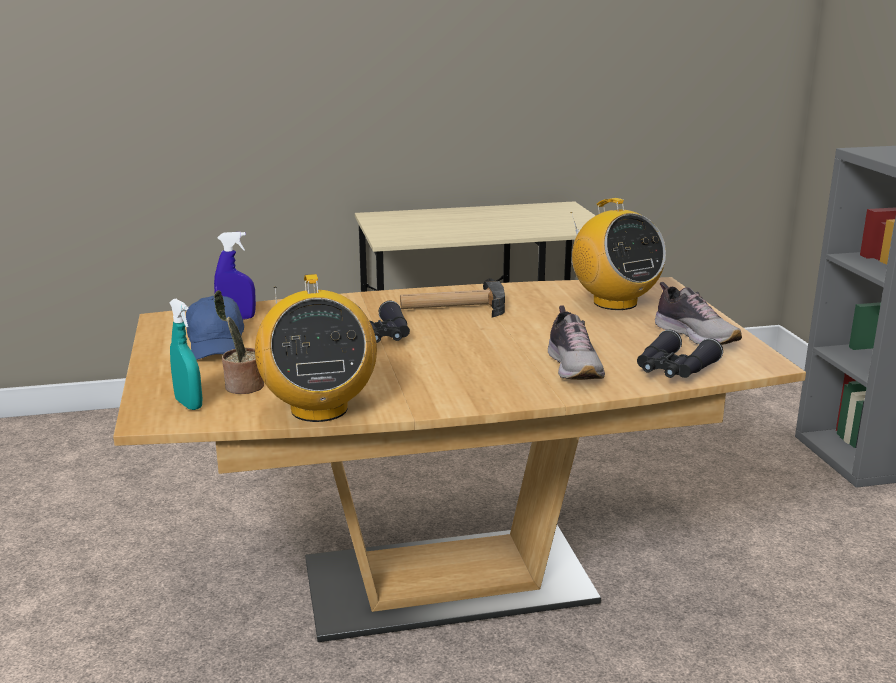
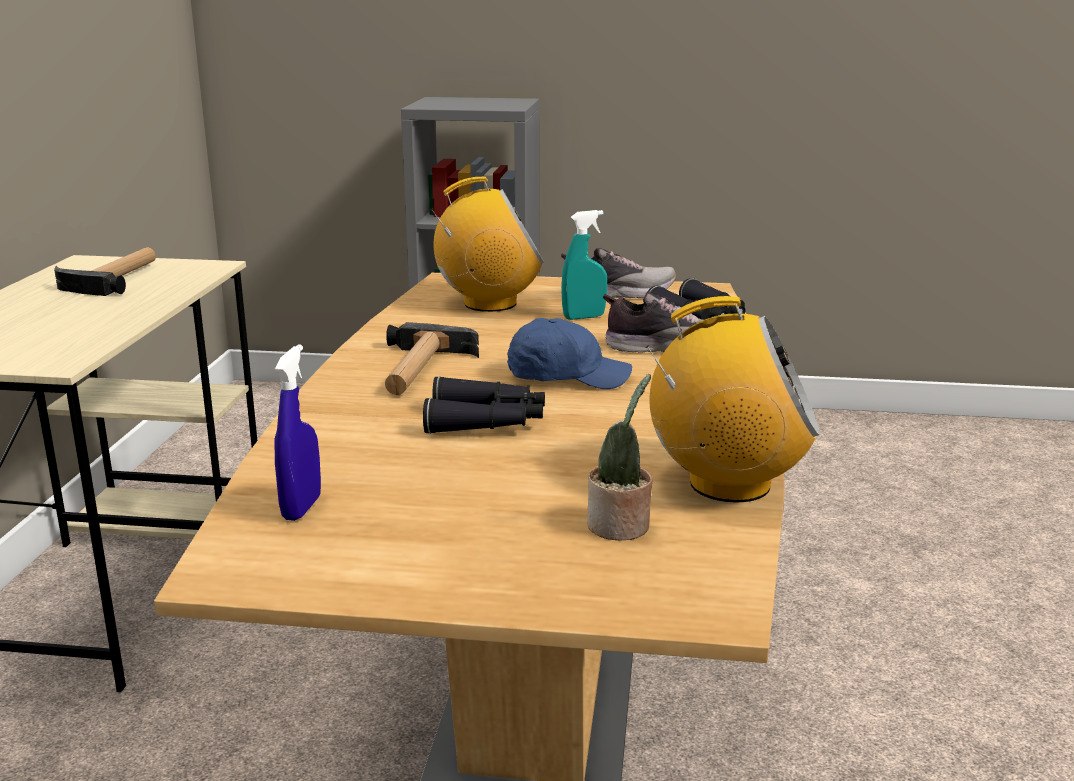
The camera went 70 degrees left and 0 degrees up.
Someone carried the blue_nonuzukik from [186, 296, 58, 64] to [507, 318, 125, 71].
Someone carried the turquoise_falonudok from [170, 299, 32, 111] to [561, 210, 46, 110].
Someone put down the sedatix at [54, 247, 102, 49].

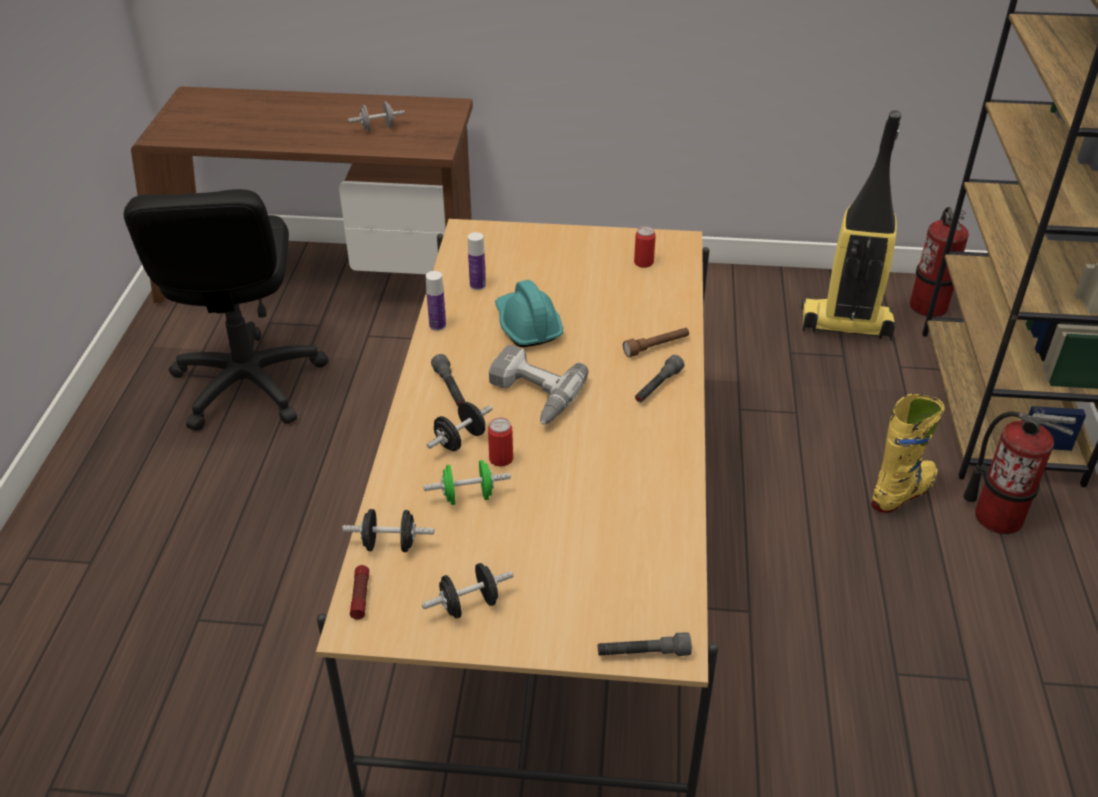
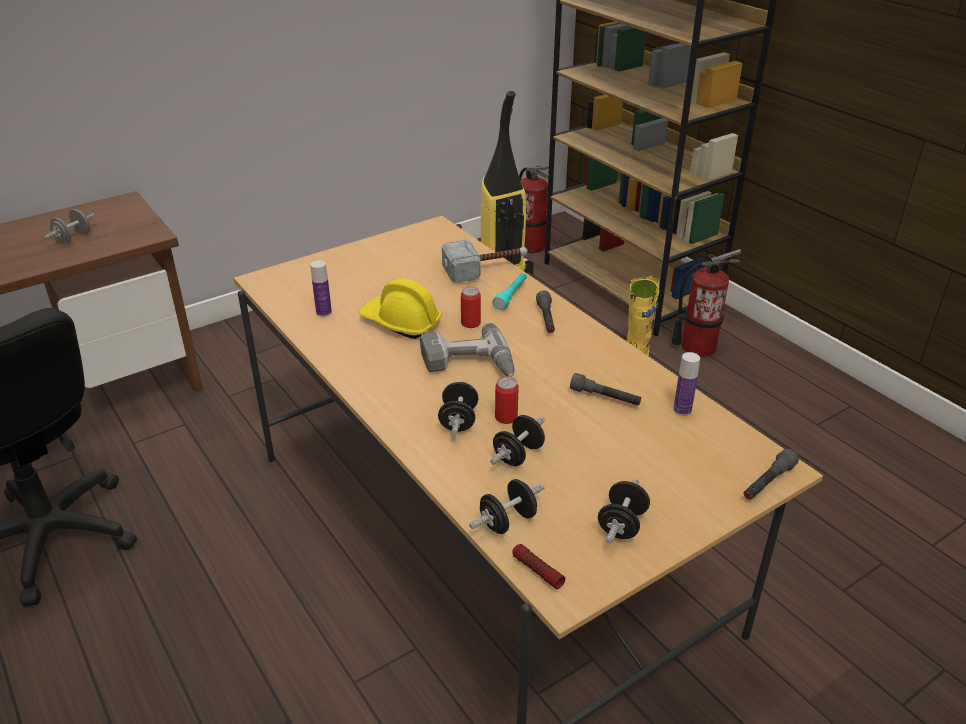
The camera went 40 degrees left and 5 degrees down.
Someone carried the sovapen from [634, 226, 22, 42] to [461, 286, 20, 42].
Someone carried the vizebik from [426, 271, 20, 60] to [673, 352, 27, 64].
Someone repainted the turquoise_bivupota at [495, 280, 68, 67], which became the yellow_bivupota at [359, 278, 83, 61].
Someone repainted the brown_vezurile at [623, 328, 66, 29], which became the turquoise_vezurile at [493, 273, 34, 37].
Someone carried the grey_vezurile from [431, 354, 34, 52] to [570, 373, 71, 32].
Someone repainted the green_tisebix at [423, 460, 88, 45], which became the black_tisebix at [490, 415, 55, 51].
Someone put down the sedatix at [442, 240, 86, 42].

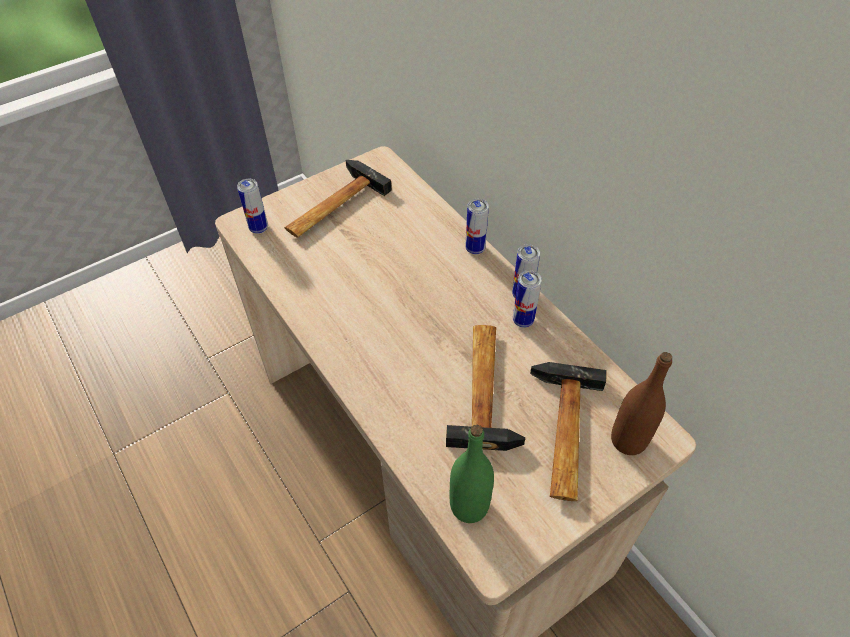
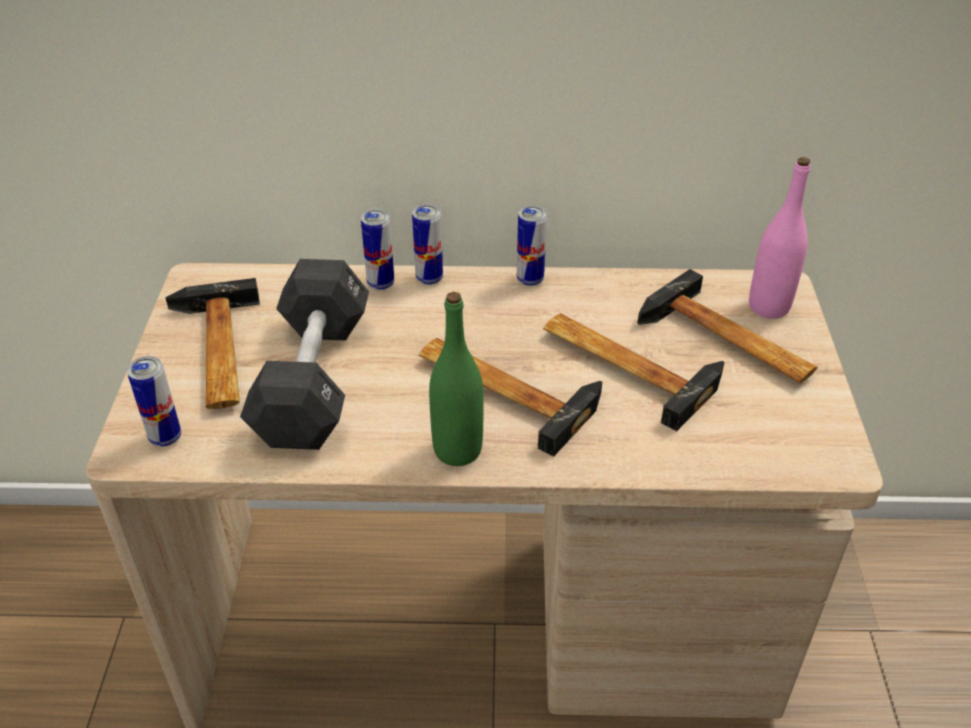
The camera went 55 degrees left and 10 degrees down.
Someone carried the sovapen from [513, 270, 29, 57] to [361, 209, 33, 81].
Someone repainted the brown_vizebik at [611, 352, 61, 103], which became the pink_vizebik at [749, 157, 61, 162].
Someone carried the green_vizebik from [450, 425, 44, 98] to [429, 292, 55, 174].
Someone put down the black_tisebix at [240, 259, 129, 191].
Someone put down the sedatix at [419, 338, 183, 119].

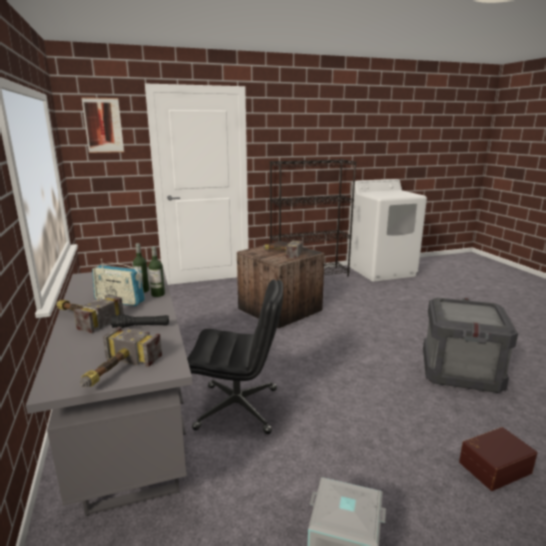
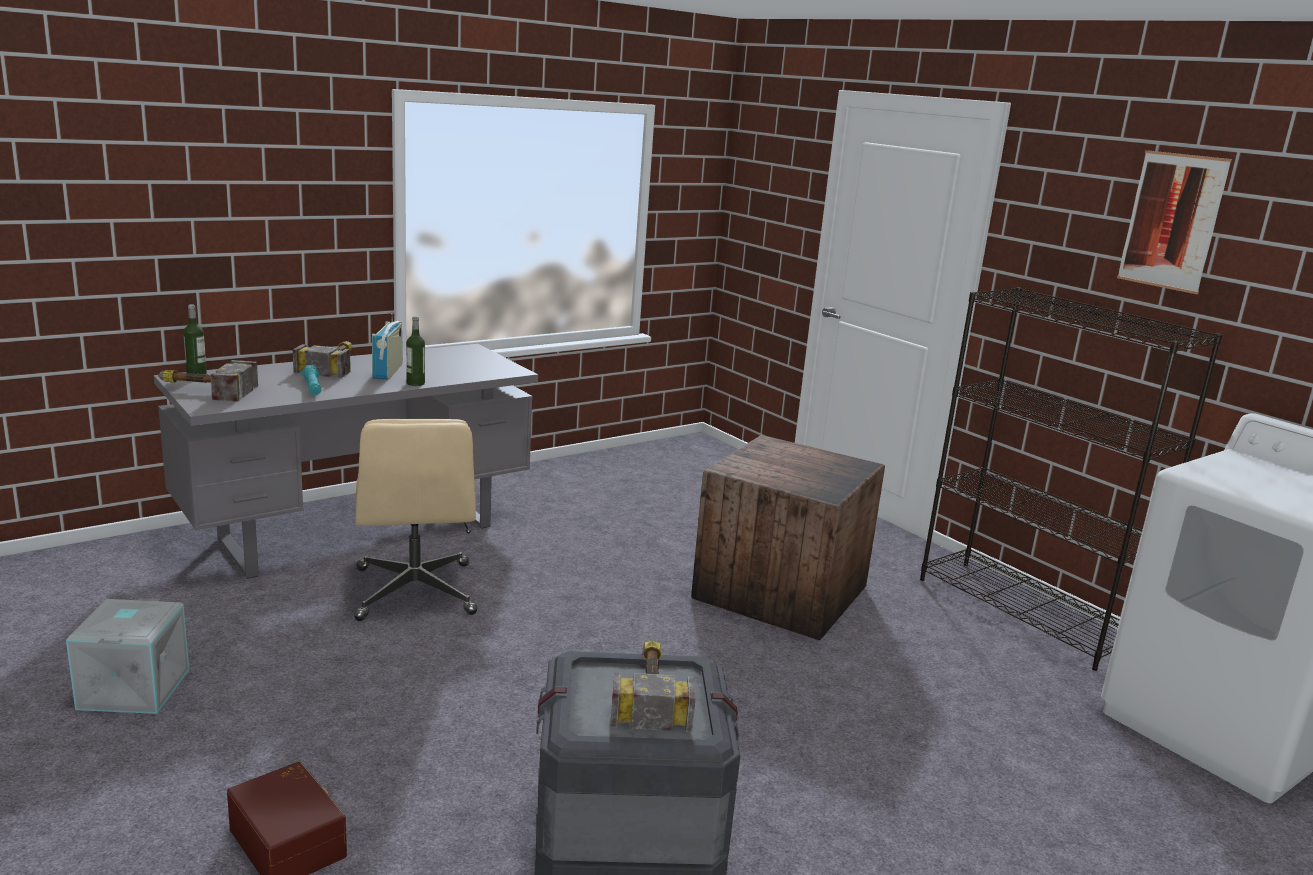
The camera went 70 degrees right and 0 degrees up.
Someone carried the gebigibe from [81, 97, 43, 56] to [1117, 150, 115, 144].
Someone carried the sedatix from [263, 240, 40, 18] to [611, 640, 85, 92].
Someone carried the vizebik from [133, 243, 16, 50] to [183, 304, 24, 70].
Someone repainted the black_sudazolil at [187, 280, 96, 154], which became the beige_sudazolil at [354, 419, 123, 202].
Someone repainted the black_vezurile at [111, 314, 58, 14], which became the turquoise_vezurile at [302, 365, 19, 30].

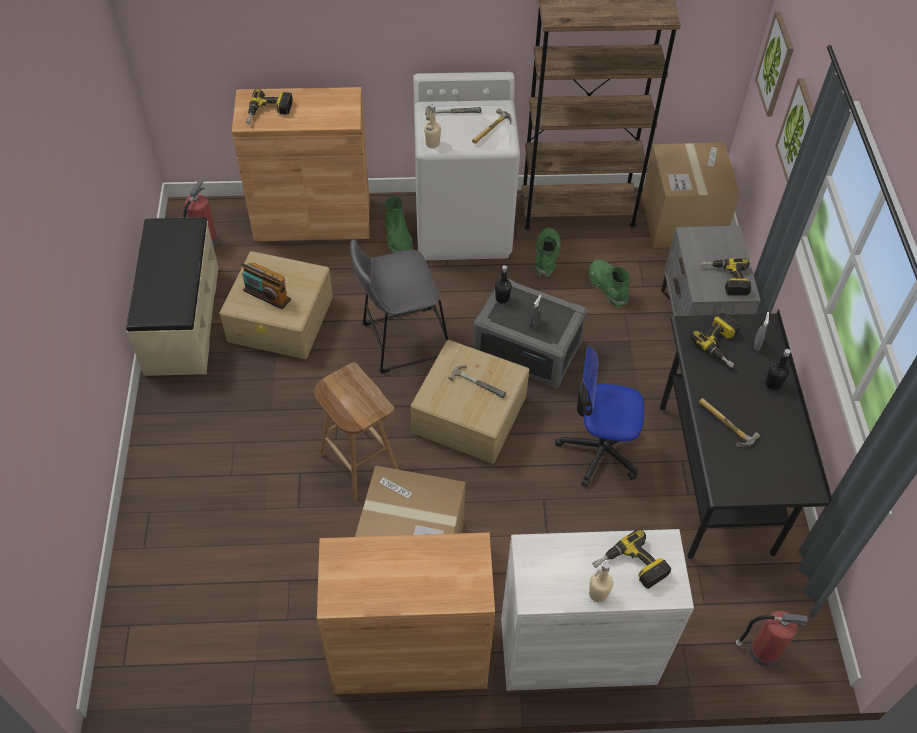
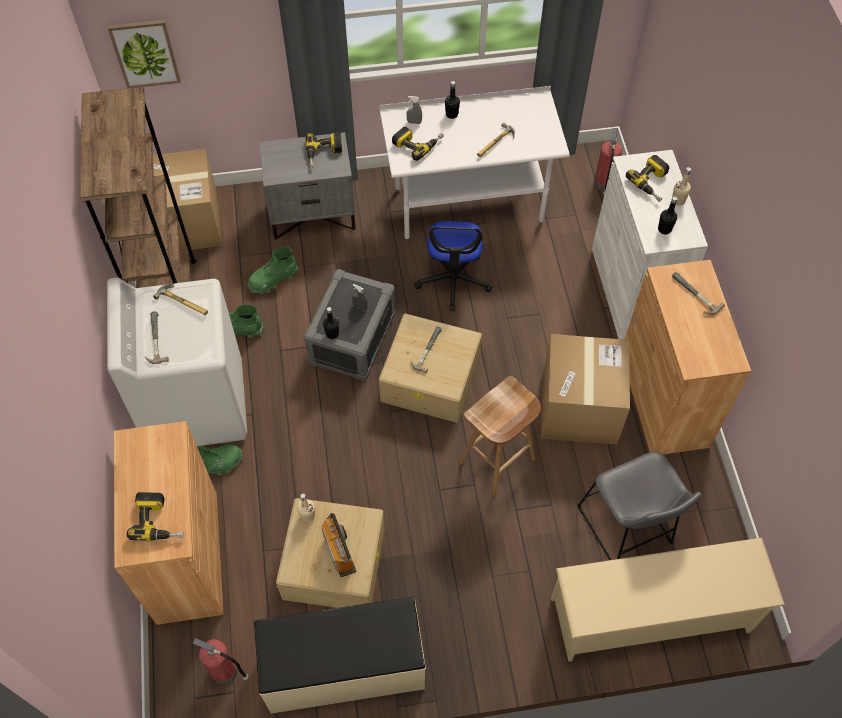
The camera went 95 degrees left and 5 degrees up.
Someone took away the gebigibe at [775, 78, 39, 104].
Someone carried the beige_vizebik from [424, 104, 17, 44] to [297, 493, 18, 29].
Someone carried the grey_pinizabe from [350, 239, 98, 134] to [577, 452, 125, 108].
Someone rotated the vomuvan at [240, 262, 51, 47] by 45 degrees counterclockwise.
Someone repainted the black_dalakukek at [660, 309, 172, 251], which became the white_dalakukek at [379, 86, 191, 155].
Someone put down the black_vizebik at [658, 196, 19, 38].
Someone put down the sedatix at [672, 272, 53, 43].
Someone put down the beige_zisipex at [551, 538, 234, 124].

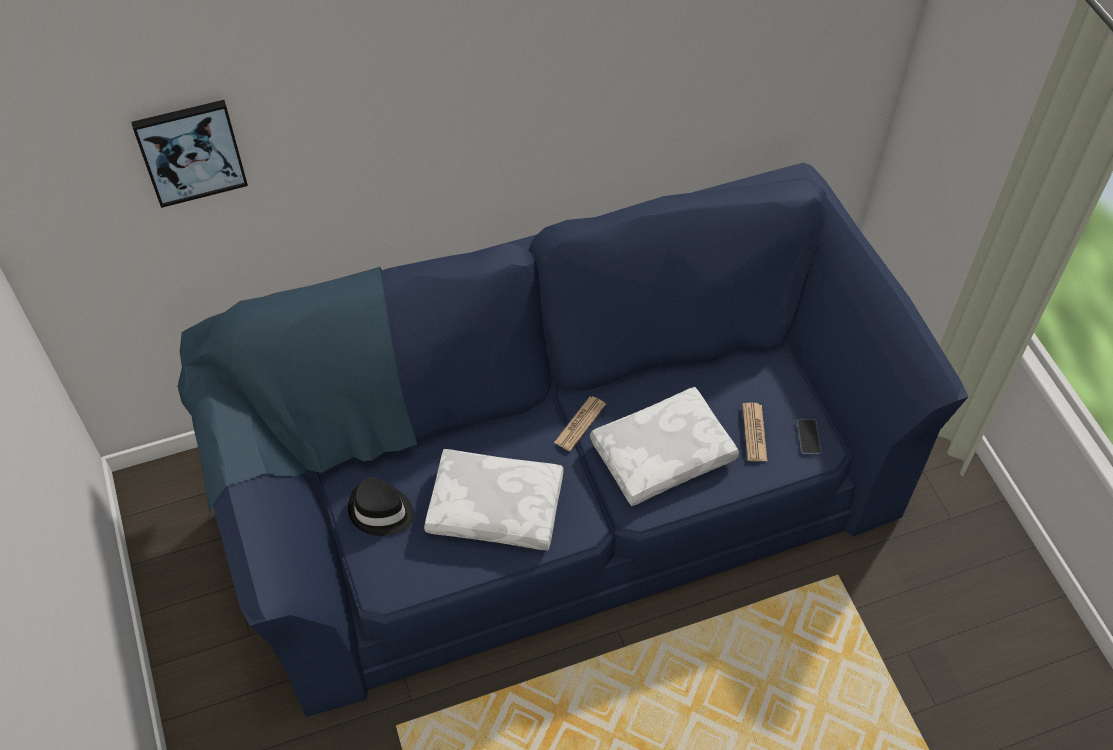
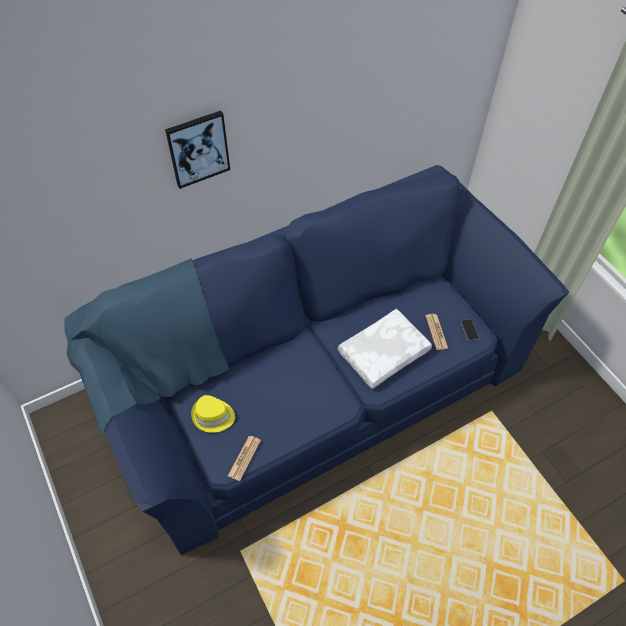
The camera went 10 degrees left and 0 degrees up.
Someone carried the gebigibe from [131, 100, 117, 108] to [165, 111, 65, 78].
Someone carried the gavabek from [554, 396, 52, 55] to [228, 436, 33, 45].
Someone took away the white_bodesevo at [424, 449, 140, 101].
Someone repainted the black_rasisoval at [348, 477, 66, 59], which became the yellow_rasisoval at [191, 395, 44, 38].

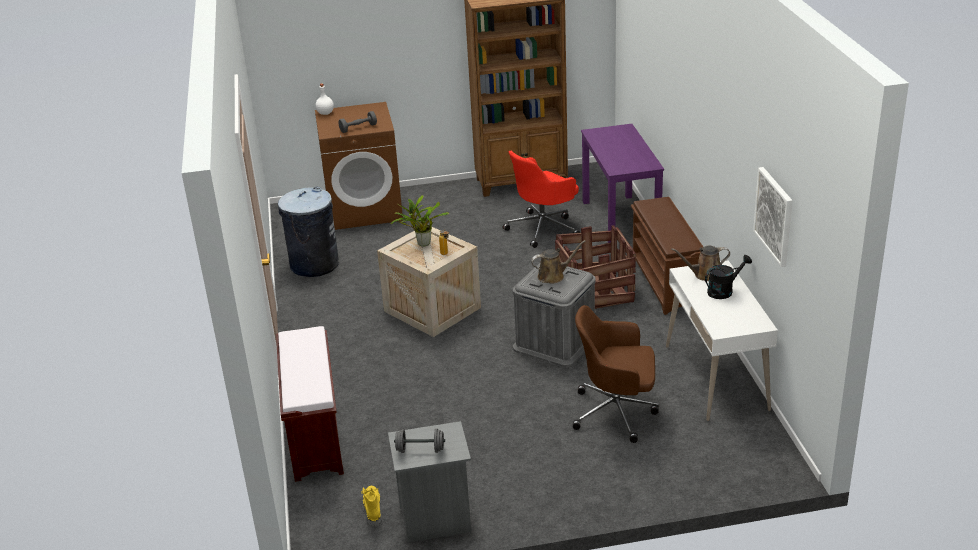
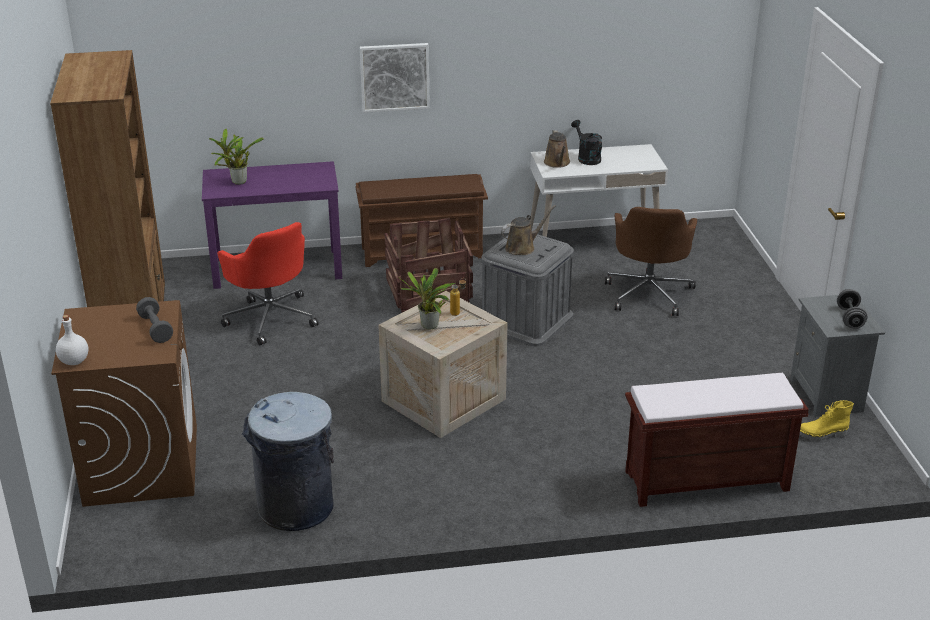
The camera went 90 degrees left and 0 degrees up.
Someone carried the gebigibe from [753, 167, 39, 100] to [360, 43, 70, 70].
Someone rotated the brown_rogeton at [531, 240, 55, 43] by 75 degrees clockwise.
Someone put down the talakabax at [209, 128, 55, 57].

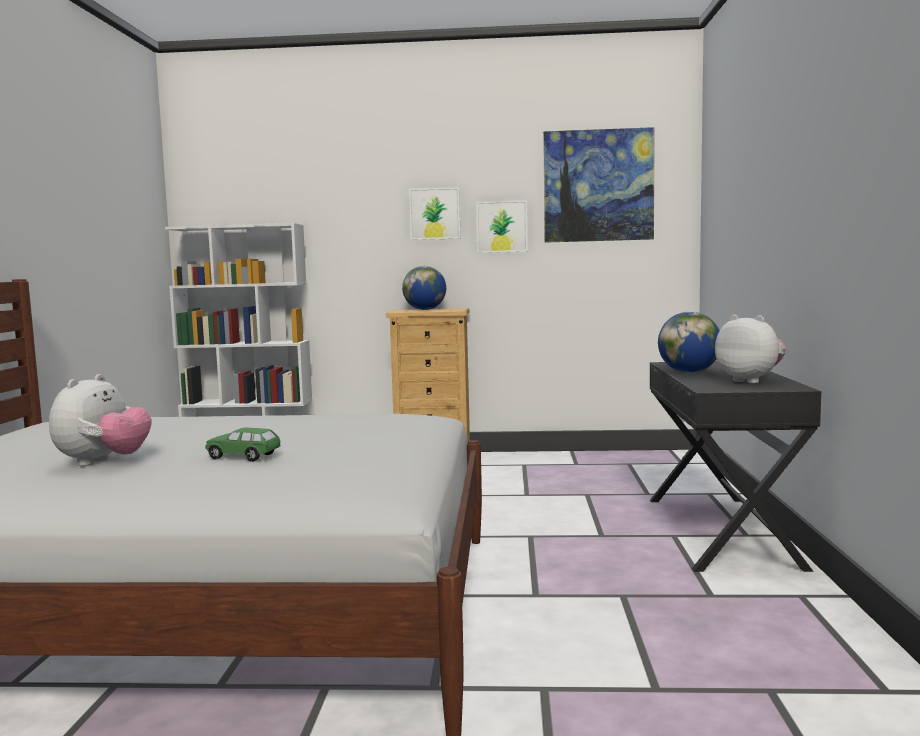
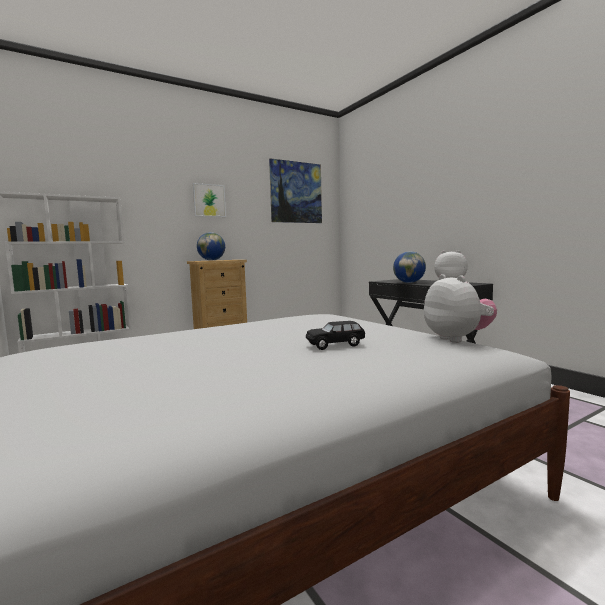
The camera went 35 degrees left and 0 degrees up.
Someone took away the gebigibe at [476, 200, 52, 53].
Someone carried the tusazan from [49, 374, 102, 92] to [424, 274, 73, 69].
Someone repainted the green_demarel at [205, 428, 76, 34], which became the black_demarel at [306, 321, 59, 29].

